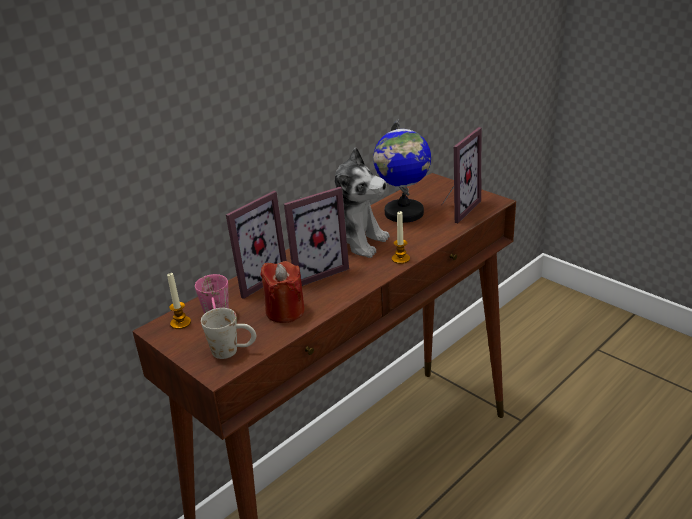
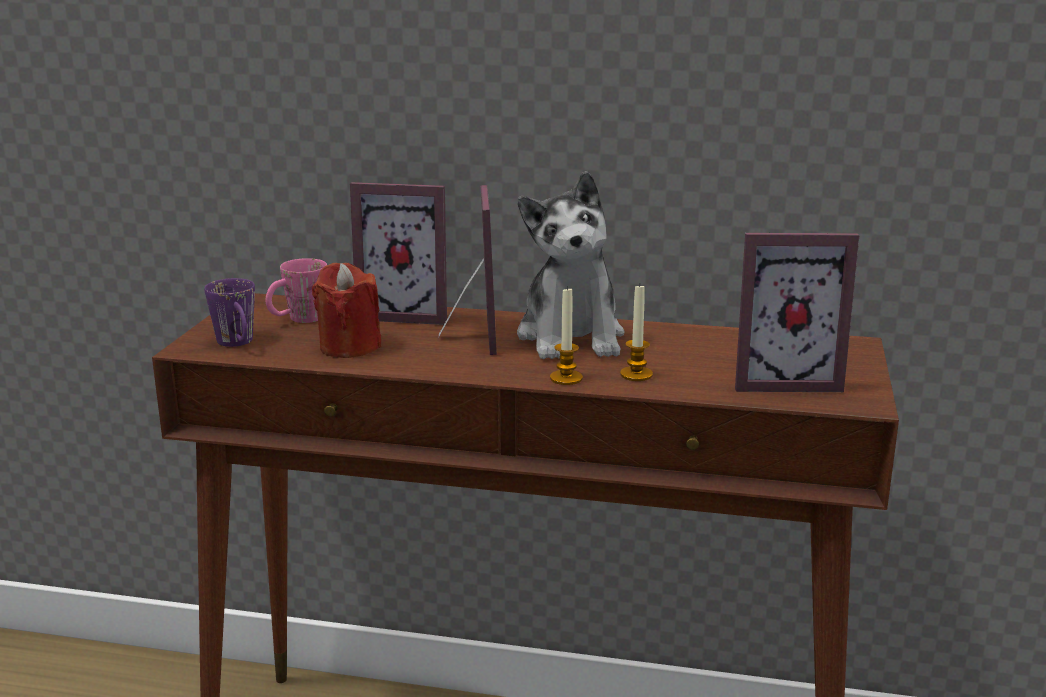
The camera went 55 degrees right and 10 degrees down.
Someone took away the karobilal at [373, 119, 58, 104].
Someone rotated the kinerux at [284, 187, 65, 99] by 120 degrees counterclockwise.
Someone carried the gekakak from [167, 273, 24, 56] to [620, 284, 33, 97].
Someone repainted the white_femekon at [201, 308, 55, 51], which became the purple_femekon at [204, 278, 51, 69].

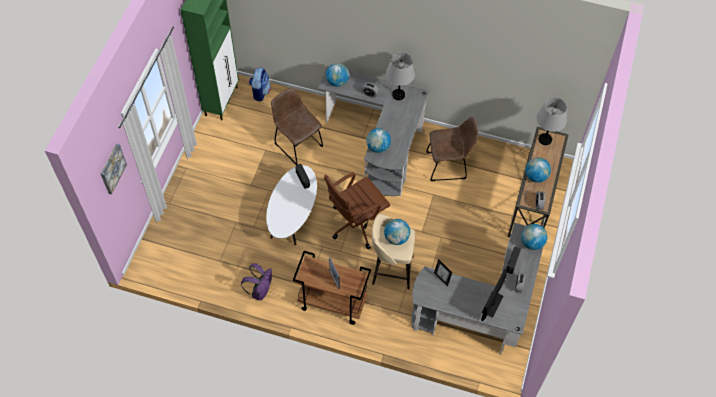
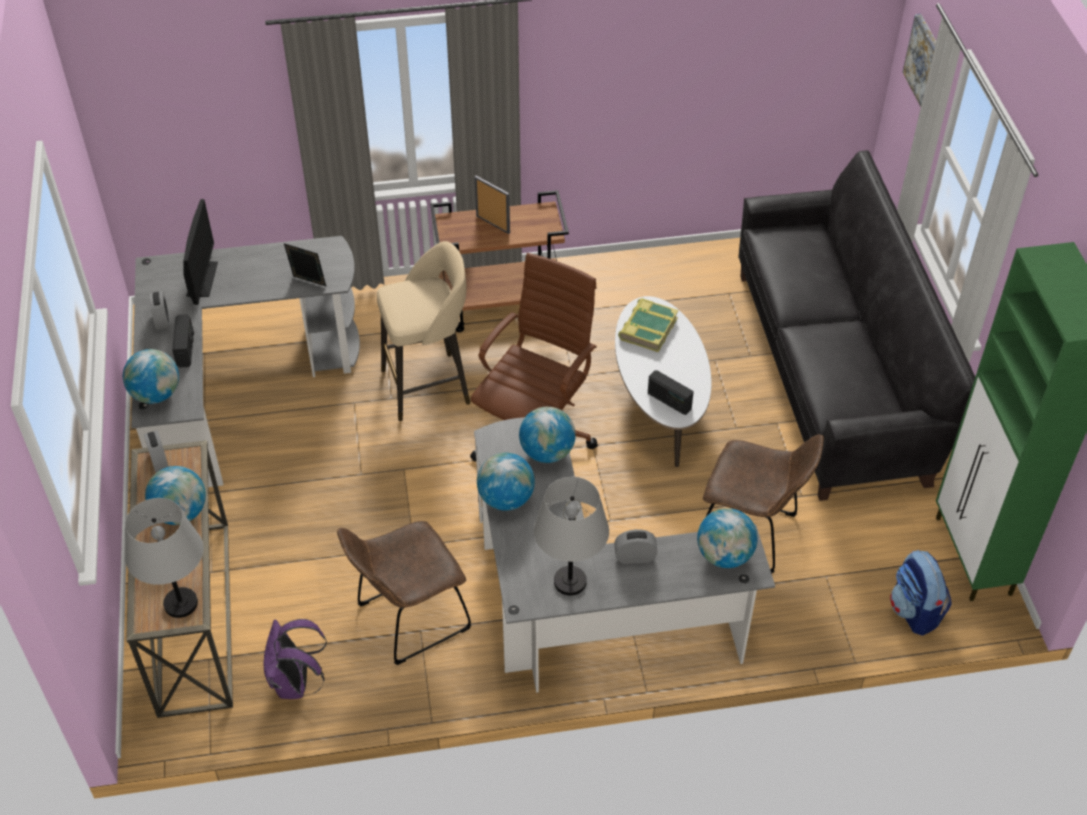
The camera went 155 degrees right and 10 degrees down.
Someone carried the karobilal from [384, 219, 26, 26] to [477, 453, 58, 58].
Someone carried the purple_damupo from [241, 263, 31, 37] to [263, 619, 64, 80].
Someone put down the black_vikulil at [739, 150, 236, 351].
Someone put down the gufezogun at [618, 298, 60, 54].

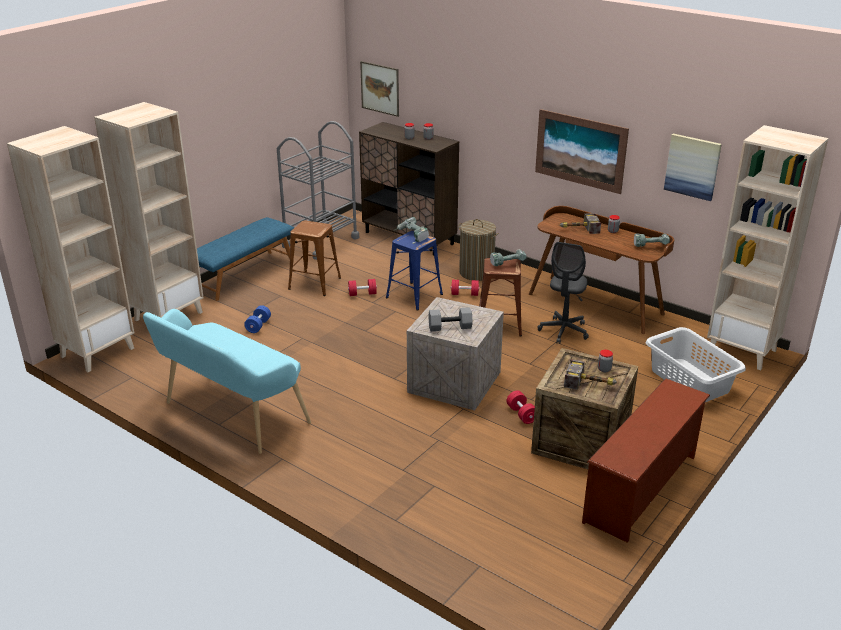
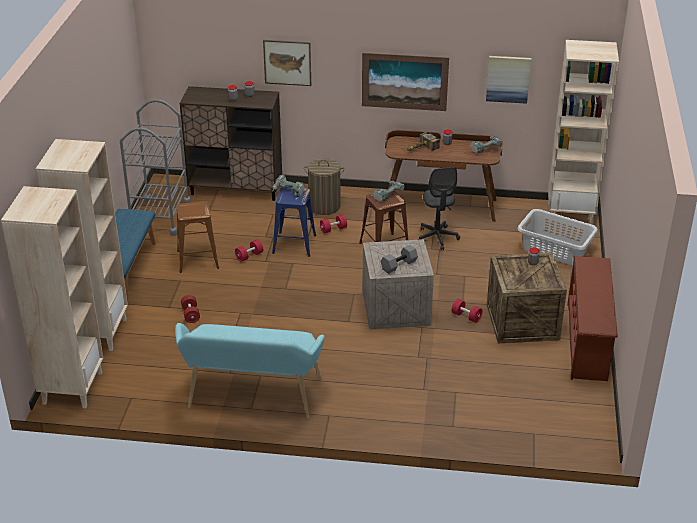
The camera went 30 degrees left and 5 degrees up.
Someone carried the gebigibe from [360, 61, 39, 56] to [263, 40, 48, 46].
Someone repainted the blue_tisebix at [244, 305, 27, 28], which became the red_tisebix at [181, 295, 19, 28].
Someone took away the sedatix at [564, 359, 53, 31].

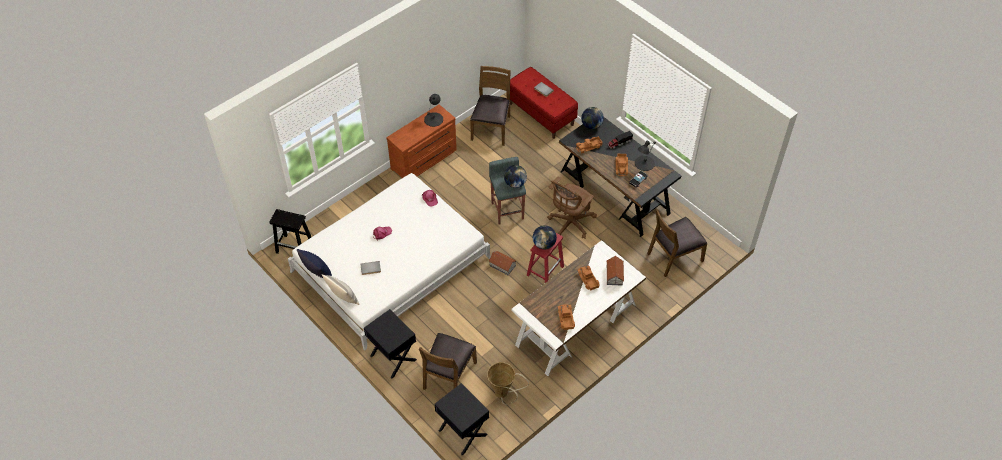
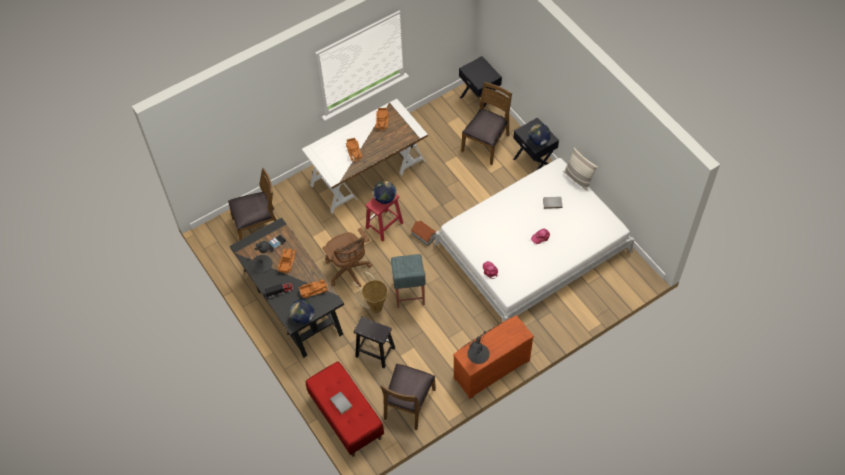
The camera went 170 degrees left and 5 degrees up.
Someone carried the karobilal from [504, 165, 23, 23] to [528, 123, 23, 23].
Someone rotated the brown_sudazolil at [547, 176, 50, 63] by 105 degrees clockwise.
Someone carried the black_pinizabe from [269, 209, 42, 45] to [354, 317, 41, 52].
Someone took away the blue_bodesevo at [297, 249, 35, 30].
Someone took away the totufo at [606, 256, 18, 30].
Someone carried the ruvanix from [487, 362, 42, 42] to [351, 272, 37, 41].

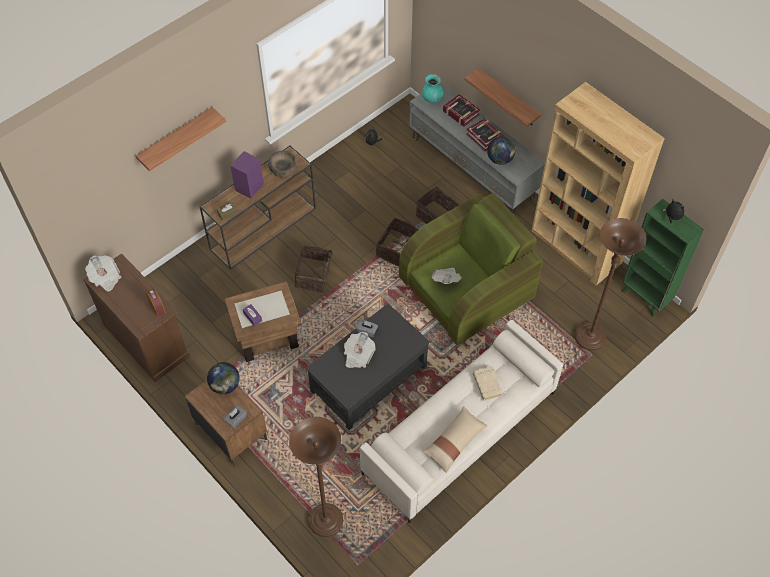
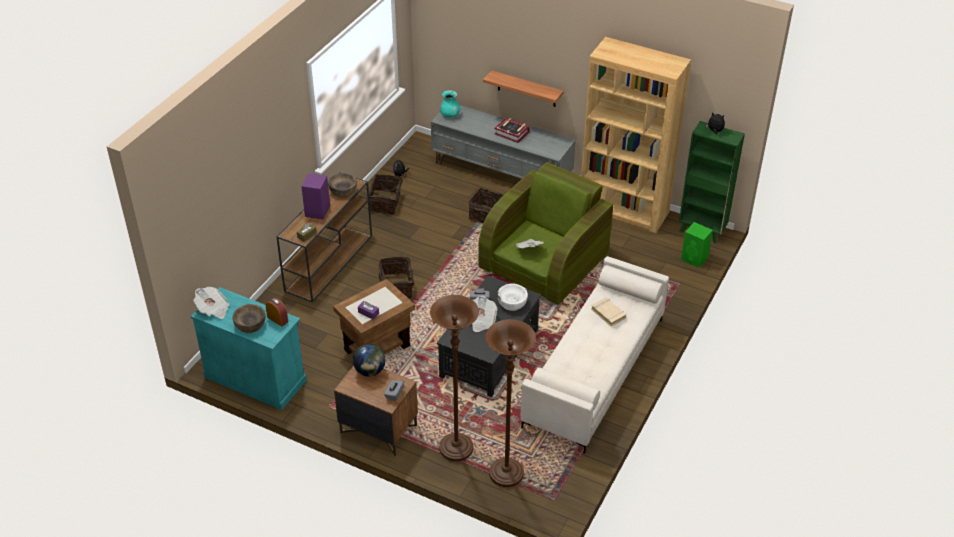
The camera went 20 degrees left and 15 degrees down.
Someone took away the gufezogun at [443, 94, 37, 33].
Someone took away the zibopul at [136, 107, 90, 64].
Someone took away the karobilal at [487, 137, 28, 28].
Someone carried the ruvanix from [376, 218, 43, 48] to [368, 174, 35, 41].
Someone carried the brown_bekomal from [575, 218, 72, 133] to [430, 295, 49, 167].
Someone repainted the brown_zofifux at [83, 254, 107, 128], which became the turquoise_zofifux at [191, 287, 116, 123].
Someone took away the beige_bodesevo at [423, 406, 65, 67].
Someone put down the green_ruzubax at [681, 222, 32, 46].
Someone put down the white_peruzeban at [497, 284, 31, 27].
Someone put down the brown_peruzeban at [232, 304, 34, 29].

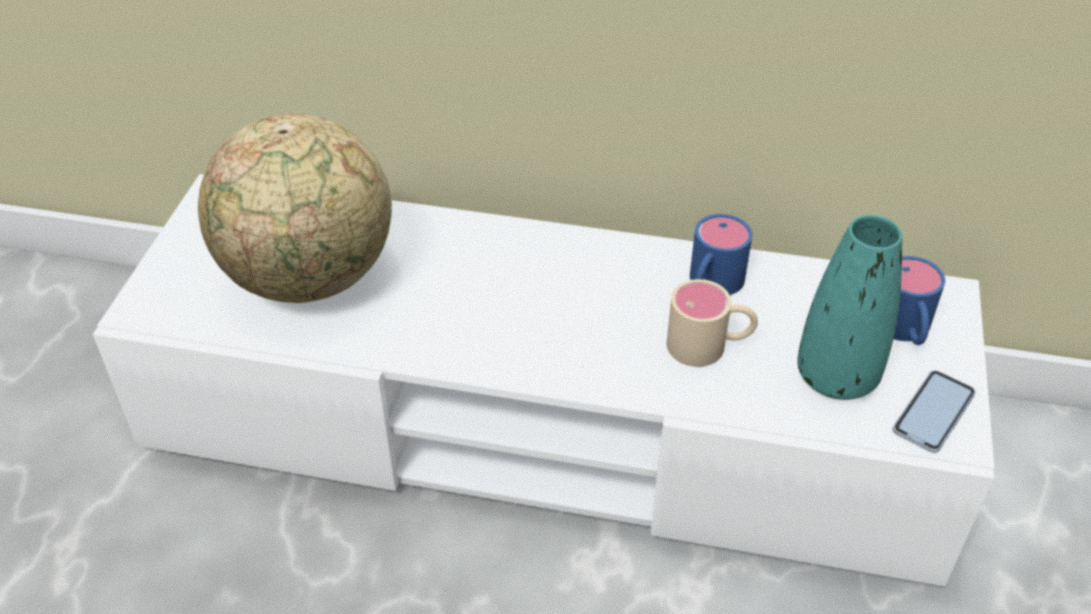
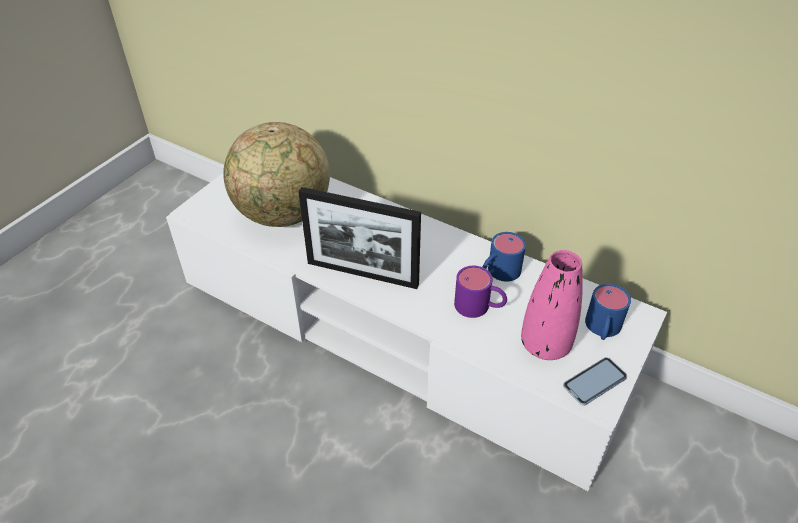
The camera went 20 degrees right and 0 degrees up.
Someone repainted the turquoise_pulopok at [797, 215, 105, 185], which became the pink_pulopok at [521, 250, 62, 110].
Someone repainted the beige_femekon at [666, 279, 92, 88], which became the purple_femekon at [454, 266, 53, 52].
Someone put down the kinerux at [298, 187, 123, 102].

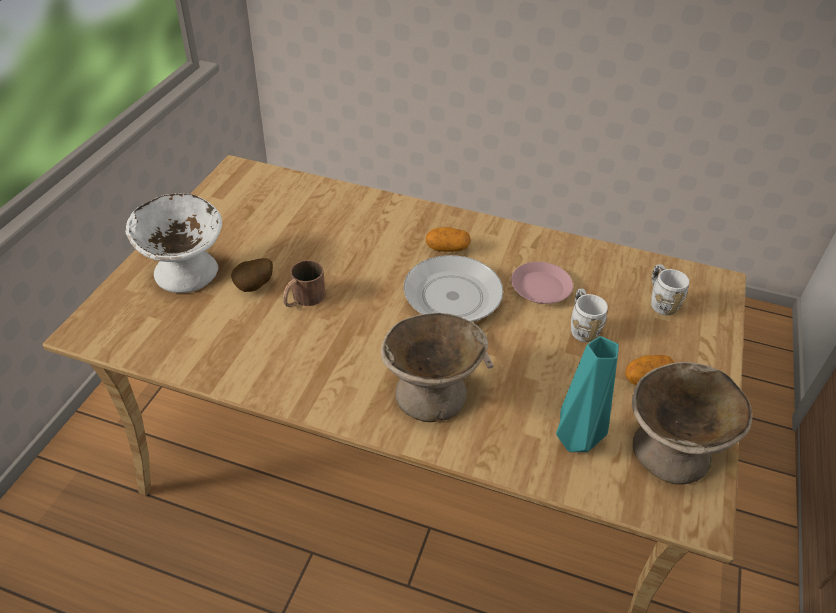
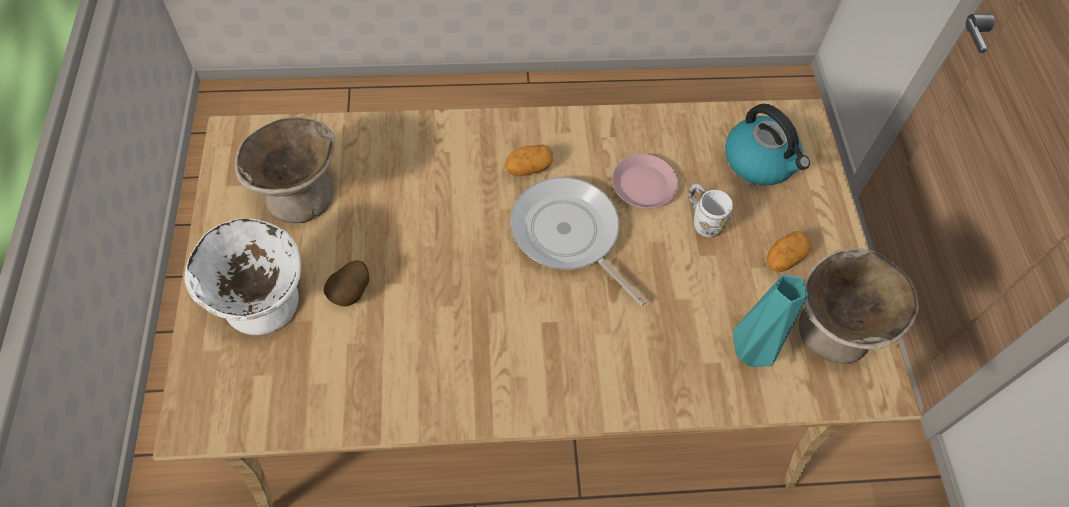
The camera went 25 degrees left and 15 degrees up.
Someone took away the brown_femekon at [283, 260, 42, 47].
Someone swapped the white_femekon at [651, 264, 38, 51] for the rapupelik at [725, 104, 85, 81].
Someone carried the beige_peruzeban from [381, 313, 108, 109] to [235, 117, 100, 106].

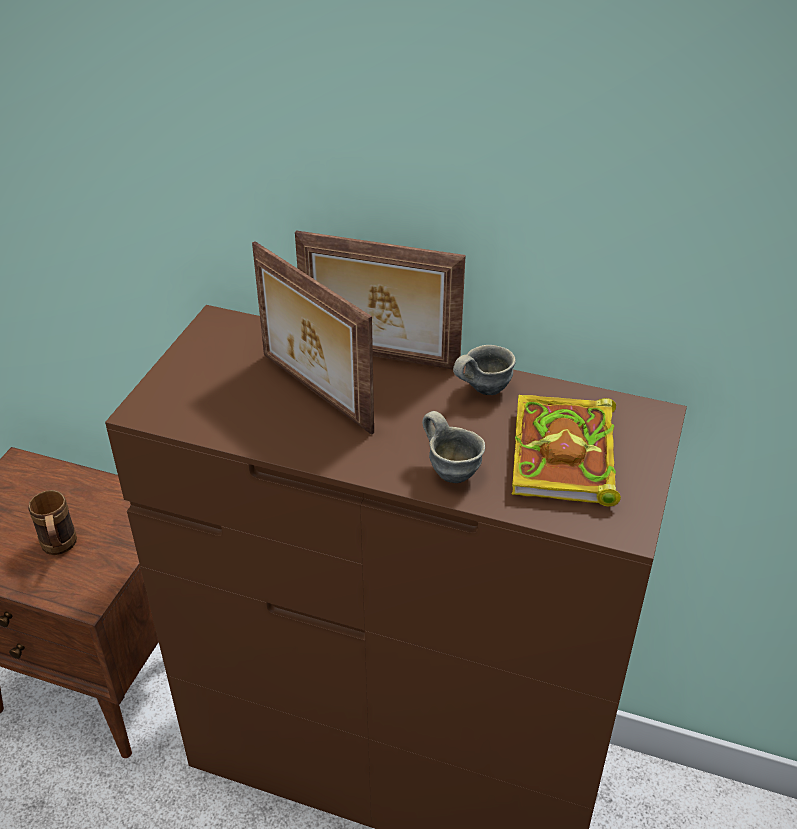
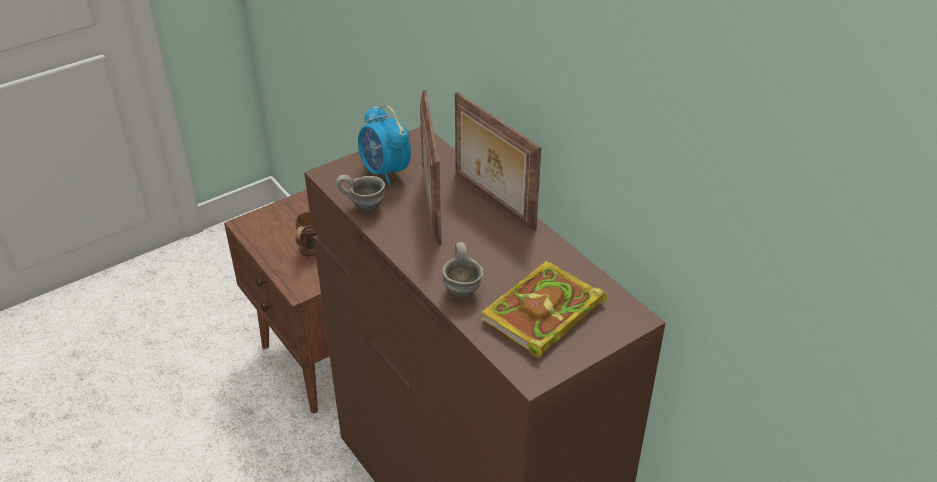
The camera went 35 degrees right and 0 degrees up.
Someone carried the grey_femekon from [453, 345, 63, 50] to [336, 175, 49, 37].
Someone put down the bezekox at [358, 105, 53, 80].

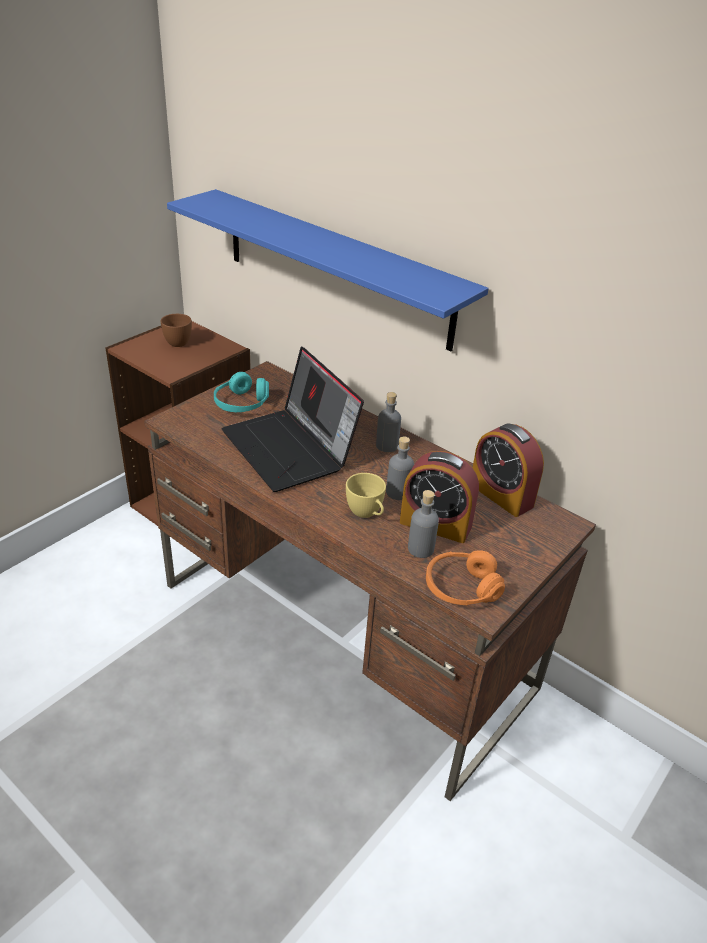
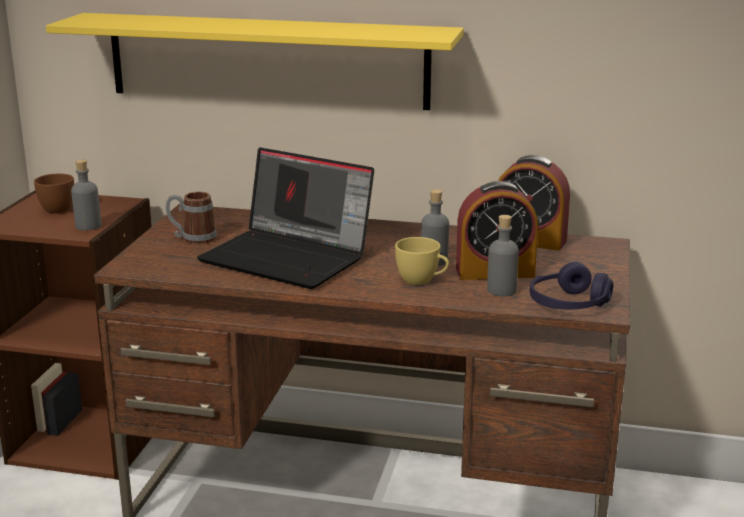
The camera went 25 degrees left and 15 degrees down.
Someone repainted the blue_zibopul at [167, 189, 322, 162], which became the yellow_zibopul at [46, 13, 418, 97].
Someone swapped the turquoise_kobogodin at [214, 372, 55, 40] for the femekon at [166, 192, 51, 52].
Someone carried the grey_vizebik from [376, 392, 25, 60] to [71, 160, 31, 71].
Someone repainted the orange_kobogodin at [426, 550, 79, 56], which became the purple_kobogodin at [530, 262, 83, 48].

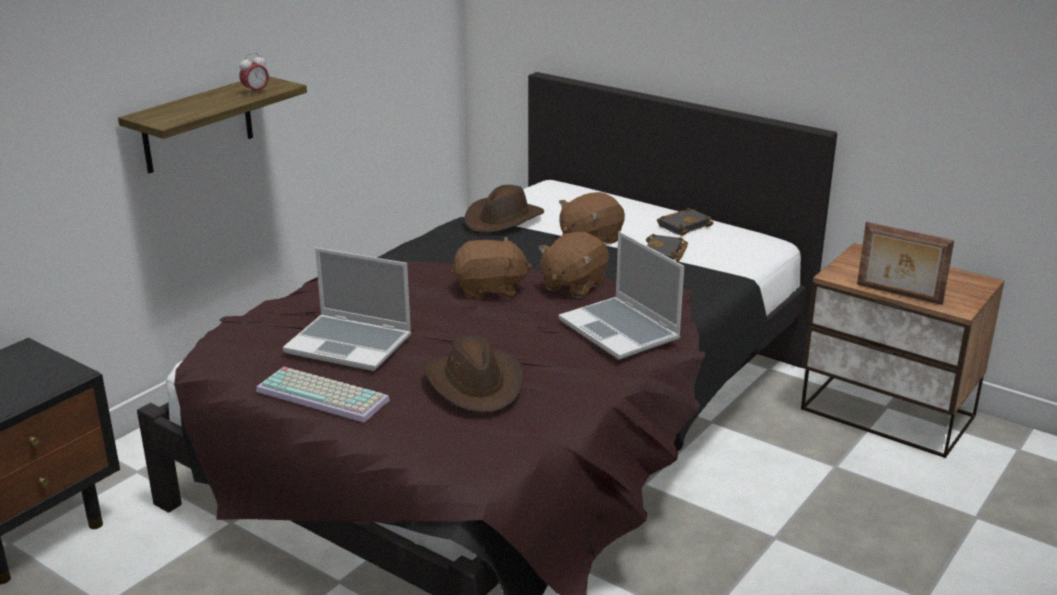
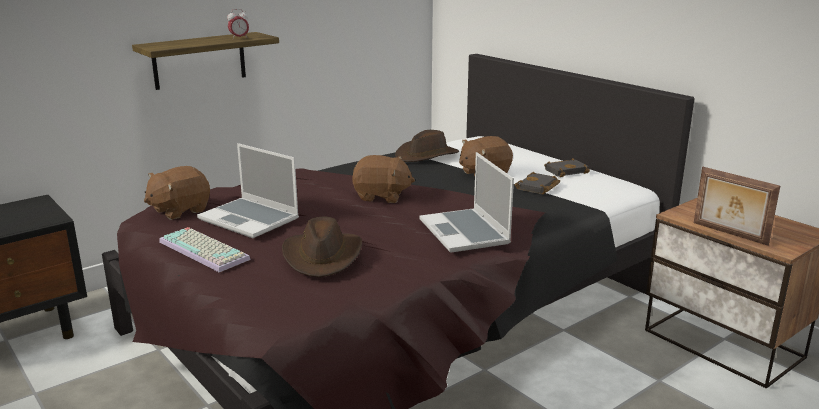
The camera went 15 degrees right and 5 degrees down.
Someone carried the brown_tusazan from [538, 232, 71, 66] to [144, 166, 66, 54].

